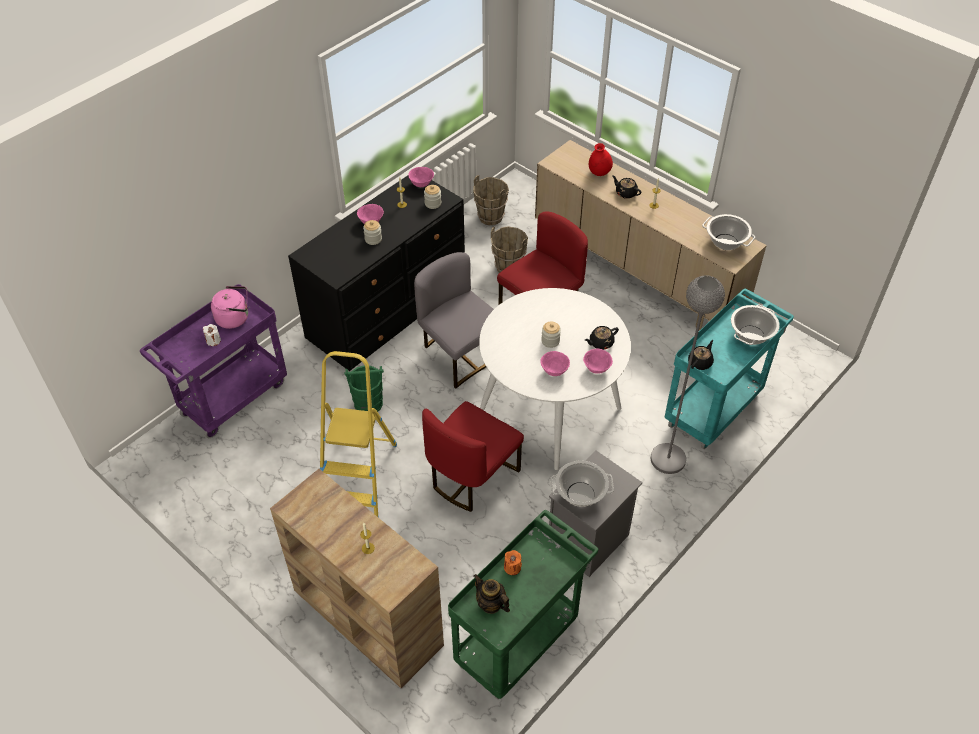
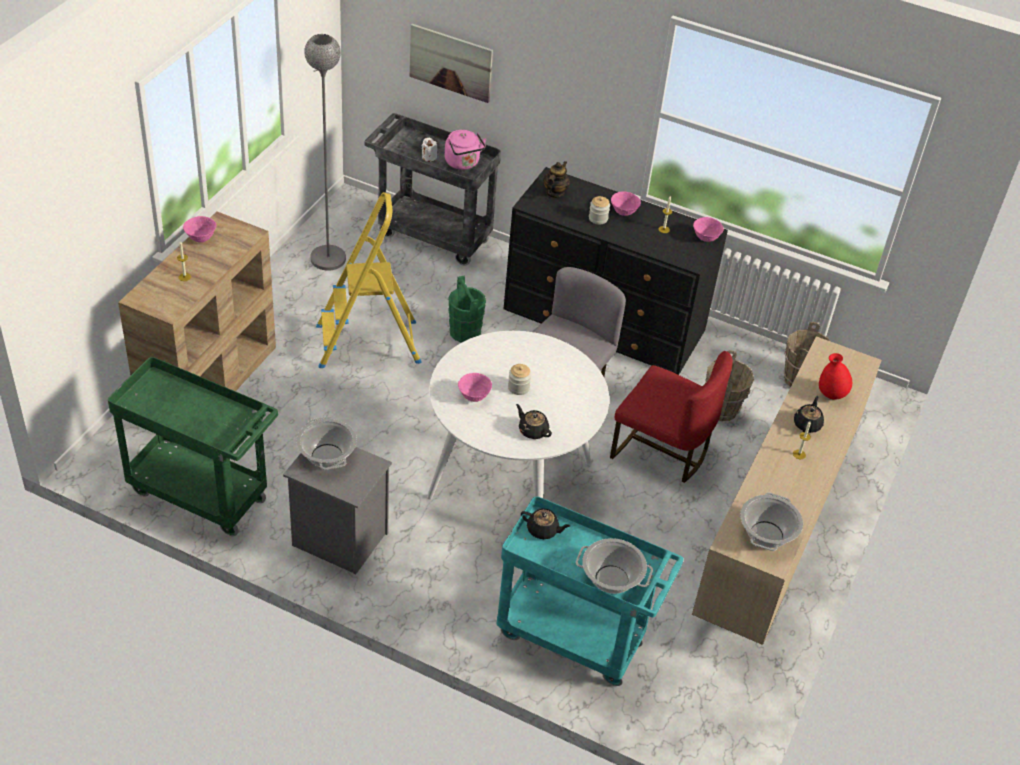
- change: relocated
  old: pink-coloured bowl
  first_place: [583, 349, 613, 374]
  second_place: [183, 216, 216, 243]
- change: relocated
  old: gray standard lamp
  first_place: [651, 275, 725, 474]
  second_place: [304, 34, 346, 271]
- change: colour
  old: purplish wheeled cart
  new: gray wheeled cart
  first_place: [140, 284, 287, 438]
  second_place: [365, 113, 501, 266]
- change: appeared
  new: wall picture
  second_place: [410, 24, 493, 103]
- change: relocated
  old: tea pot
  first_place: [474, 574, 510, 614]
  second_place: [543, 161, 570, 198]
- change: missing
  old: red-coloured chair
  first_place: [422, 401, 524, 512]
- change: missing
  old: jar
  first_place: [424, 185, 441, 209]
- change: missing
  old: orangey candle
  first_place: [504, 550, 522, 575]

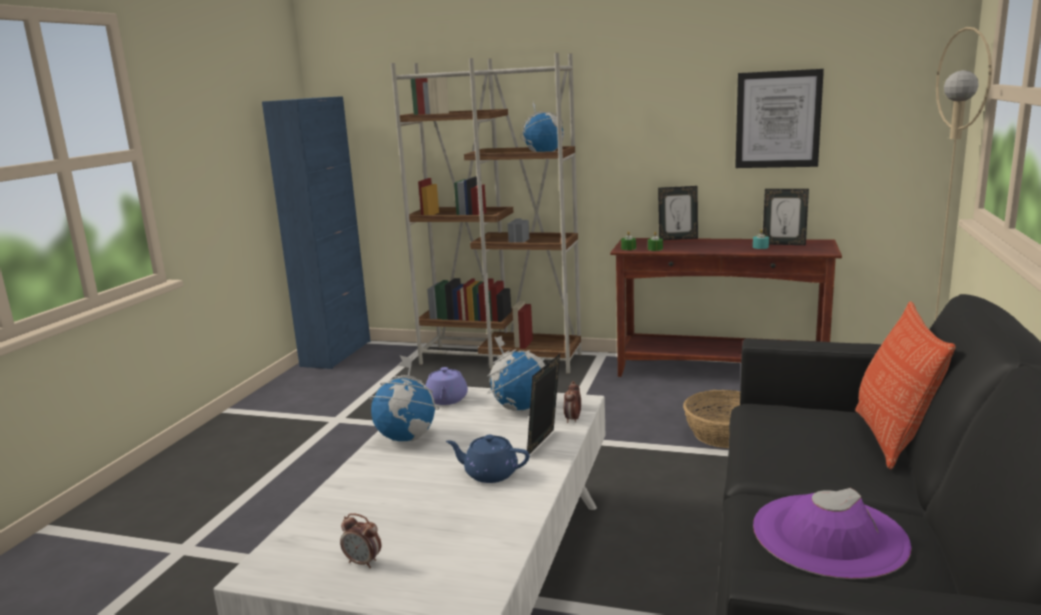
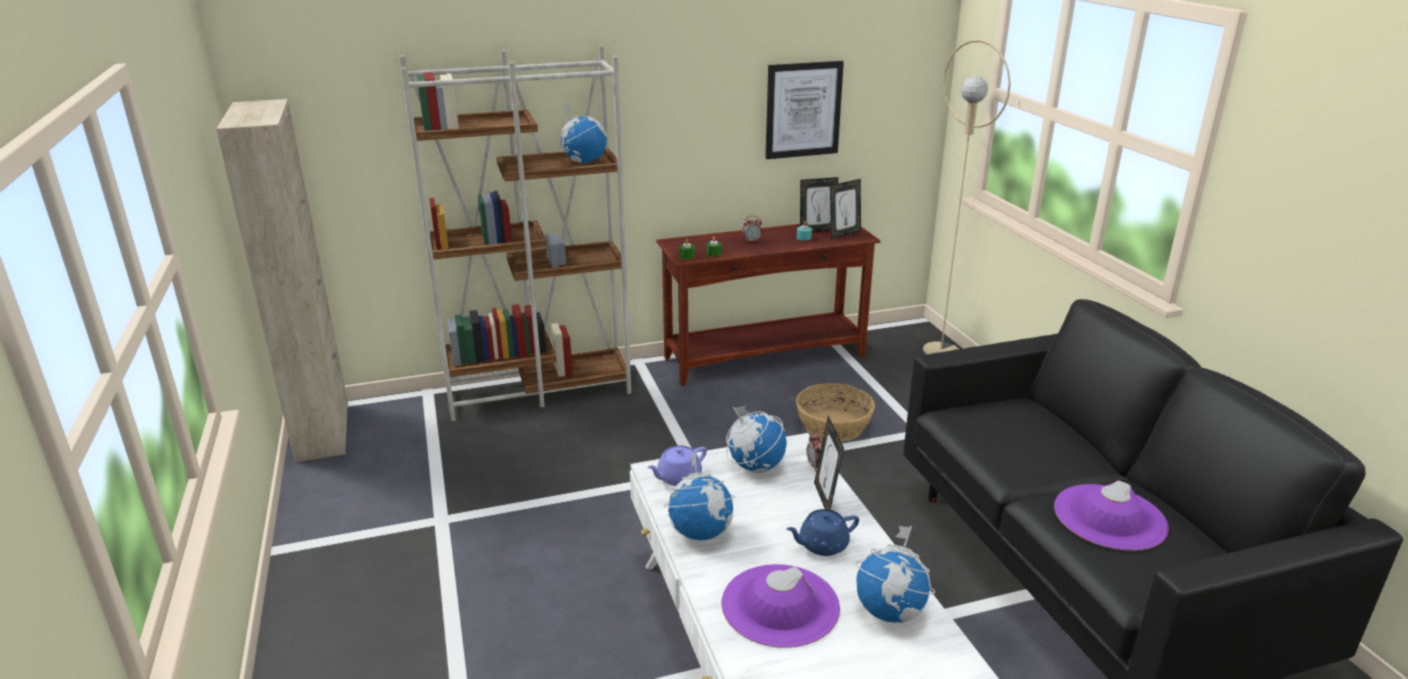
- change: colour
  old: bluish cabinet
  new: beige cabinet
  first_place: [262, 96, 371, 369]
  second_place: [216, 99, 348, 462]
- change: spun
  old: purplish tea pot
  first_place: [425, 367, 468, 405]
  second_place: [647, 445, 707, 486]
  degrees: 90
- change: appeared
  new: purplish hat
  second_place: [722, 564, 840, 648]
- change: relocated
  old: alarm clock
  first_place: [340, 513, 381, 568]
  second_place: [742, 216, 762, 243]
- change: relocated
  old: picture frame
  first_place: [658, 186, 698, 240]
  second_place: [830, 179, 861, 239]
- change: appeared
  new: globe
  second_place: [855, 526, 935, 623]
- change: missing
  old: orangey cushion
  first_place: [855, 301, 956, 469]

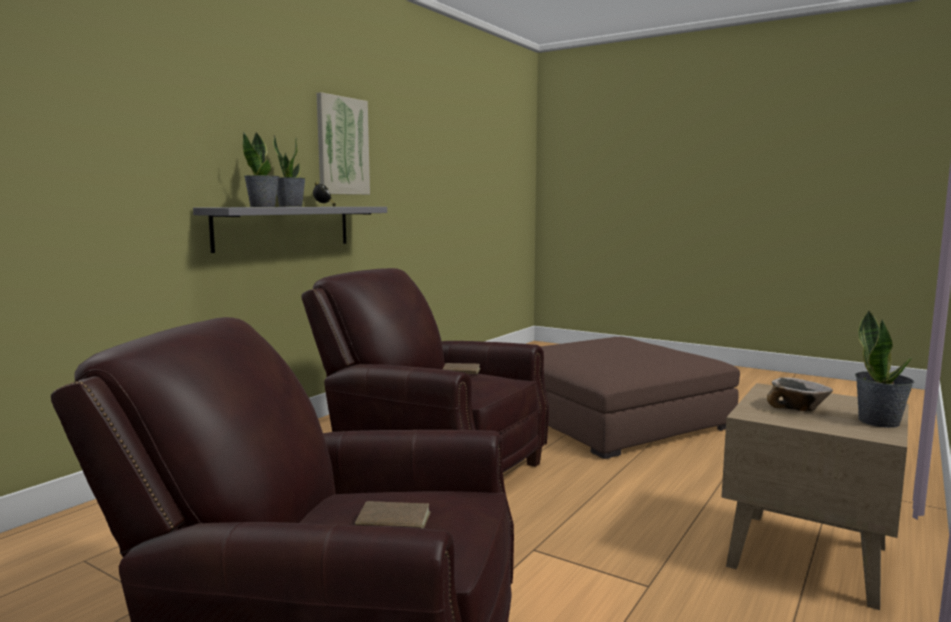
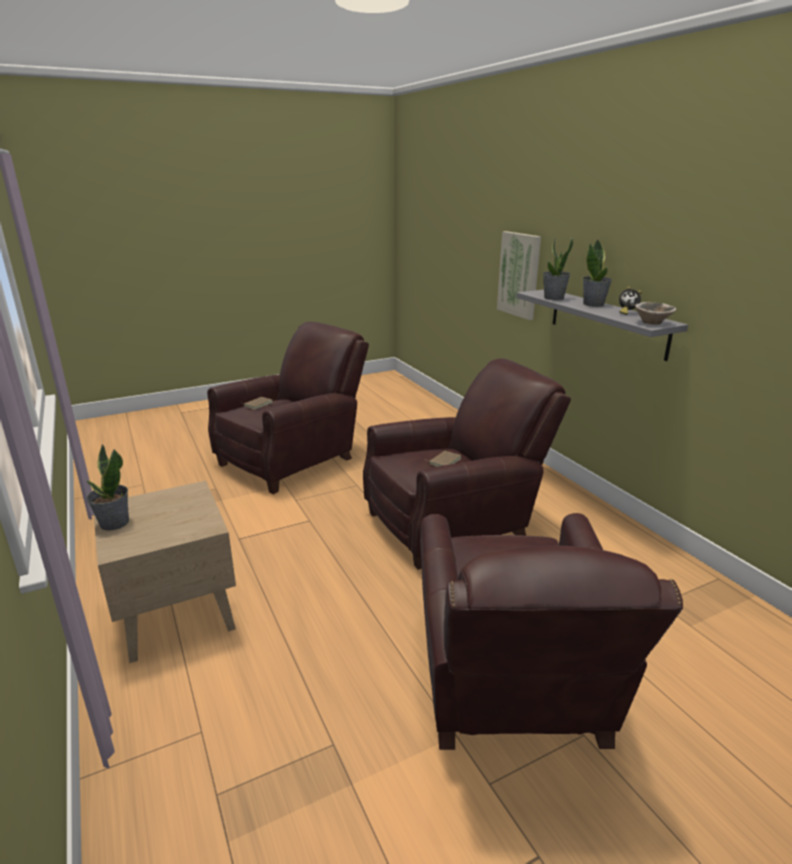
- change: exchanged
  old: brown-coloured footrest
  new: brown-coloured lounge chair
  first_place: [540, 337, 740, 459]
  second_place: [420, 513, 683, 750]
- change: relocated
  old: wall picture
  first_place: [317, 92, 370, 195]
  second_place: [497, 231, 541, 320]
- change: relocated
  old: bowl
  first_place: [767, 377, 833, 411]
  second_place: [635, 302, 676, 325]

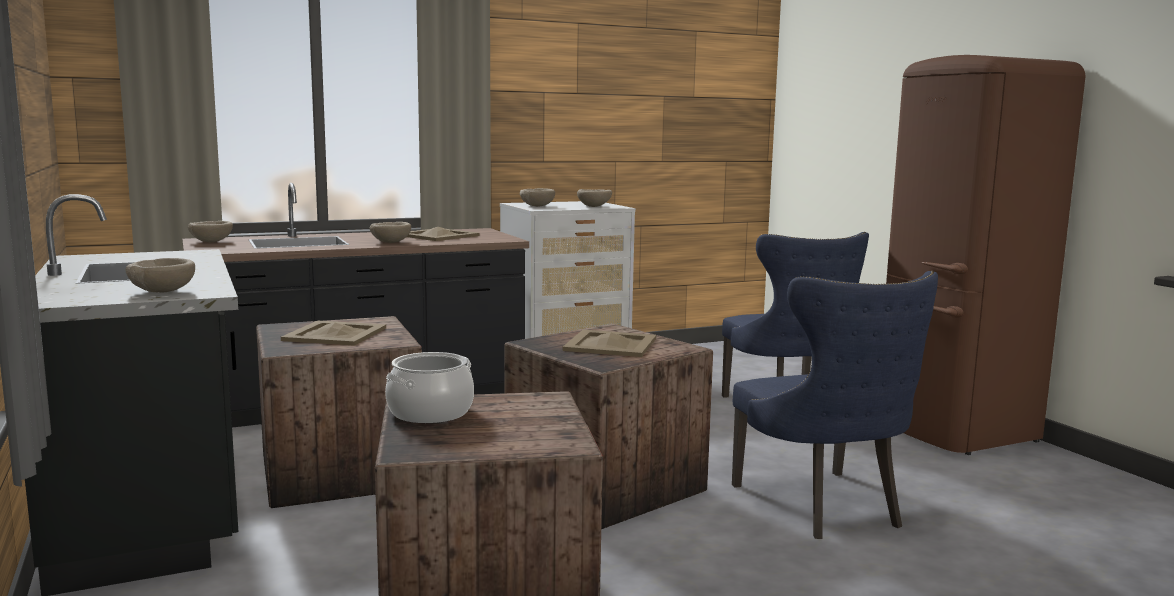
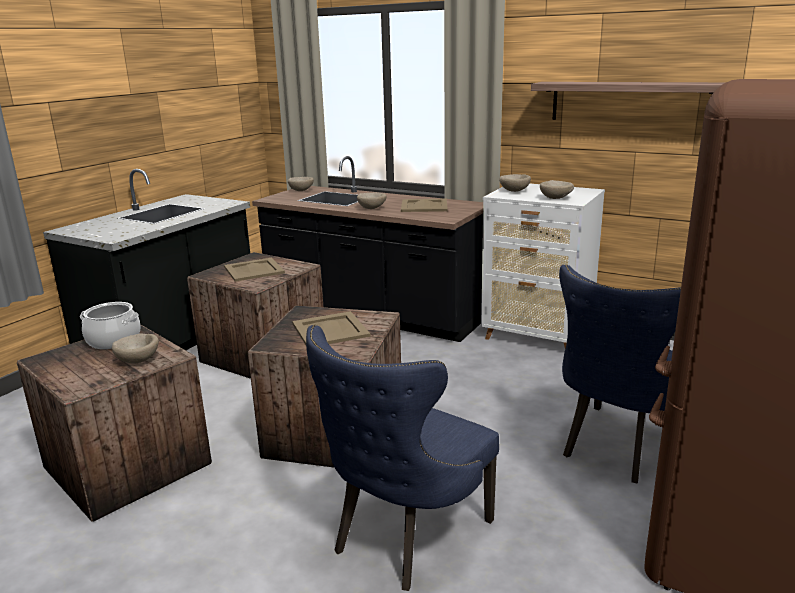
- change: relocated
  old: beige bowl
  first_place: [126, 258, 195, 293]
  second_place: [112, 333, 159, 364]
- change: appeared
  new: bracket shelf
  second_place: [531, 82, 726, 120]

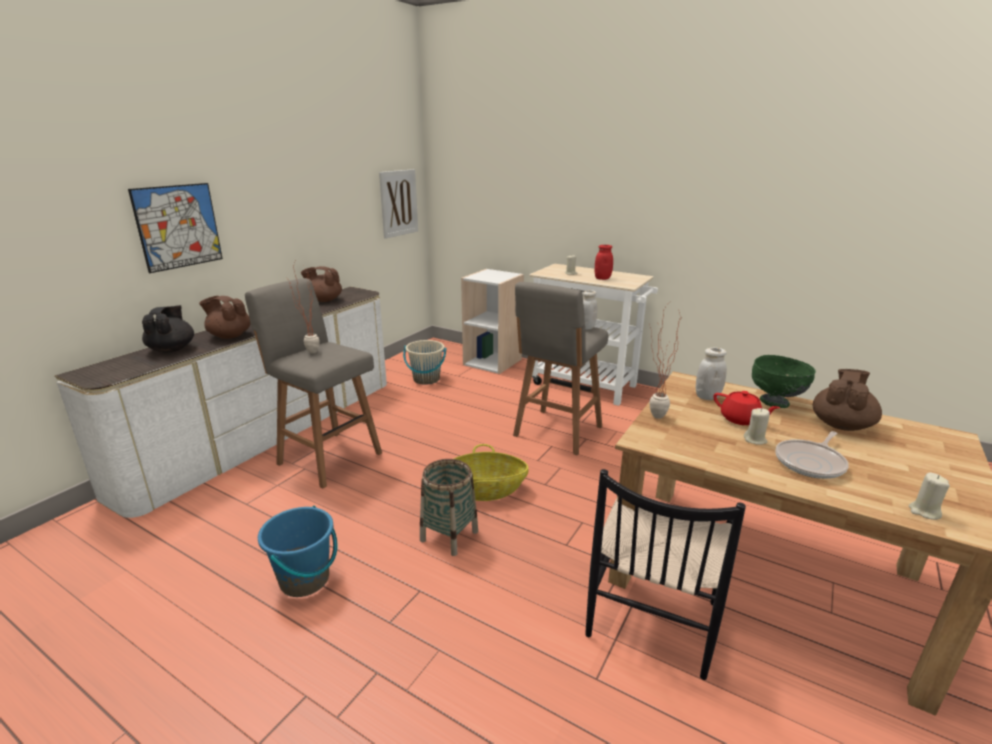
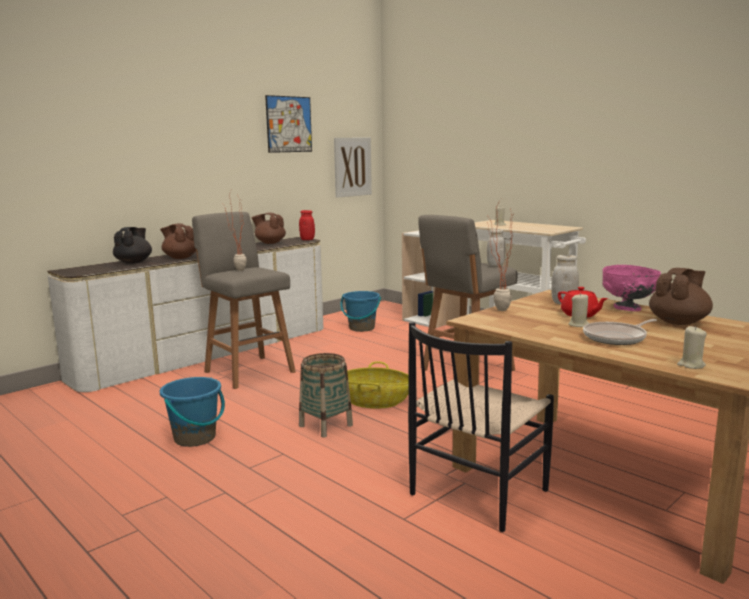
- change: relocated
  old: wall picture
  first_place: [128, 183, 223, 273]
  second_place: [265, 95, 312, 153]
- change: relocated
  old: red-coloured jar
  first_place: [595, 245, 613, 280]
  second_place: [299, 210, 315, 240]
- change: colour
  old: beige bucket
  new: bluish bucket
  first_place: [403, 340, 447, 385]
  second_place: [340, 291, 381, 332]
- change: colour
  old: green bowl
  new: pink-coloured bowl
  first_place: [752, 355, 816, 408]
  second_place: [603, 265, 661, 311]

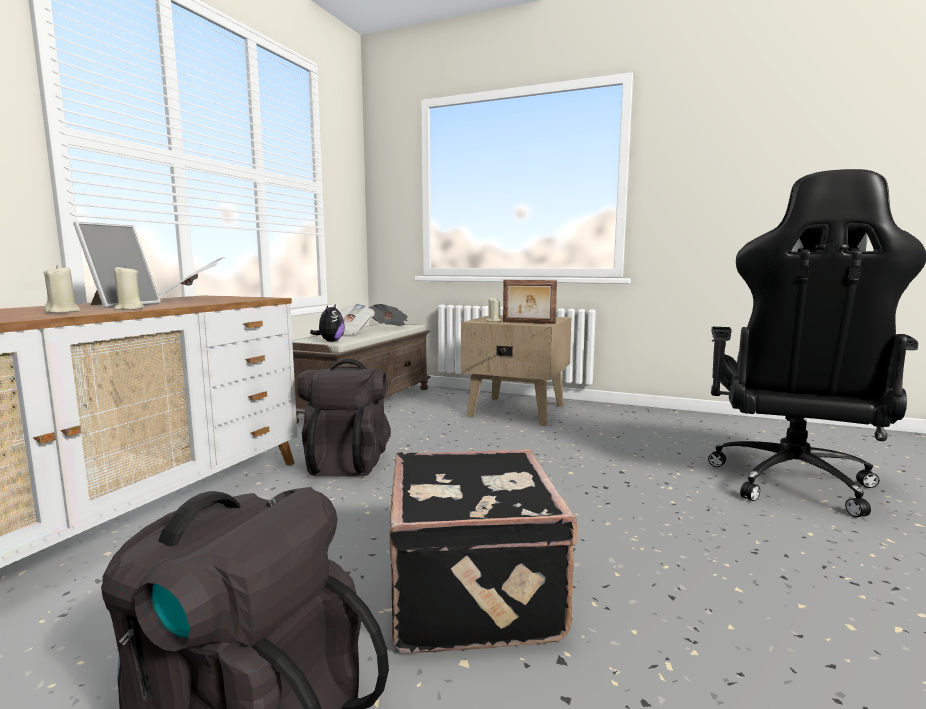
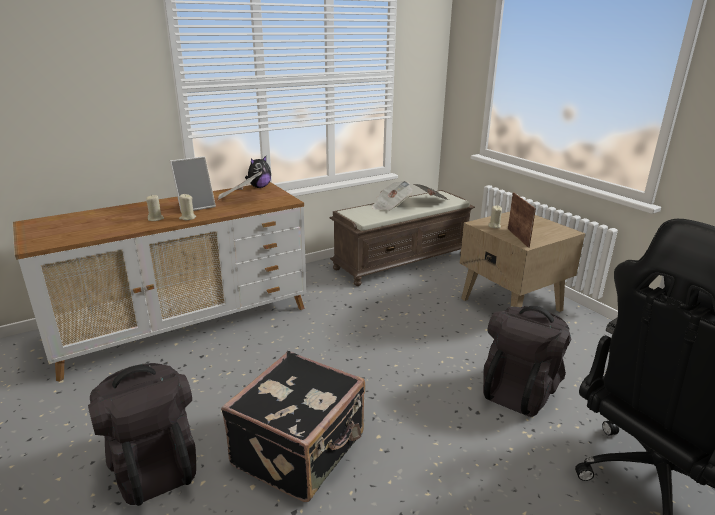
- change: relocated
  old: soft toy
  first_place: [310, 304, 345, 342]
  second_place: [245, 156, 271, 188]
- change: relocated
  old: black-coloured backpack
  first_place: [297, 359, 391, 477]
  second_place: [483, 306, 571, 417]
- change: spun
  old: picture frame
  first_place: [503, 280, 557, 324]
  second_place: [508, 192, 536, 248]
  degrees: -150

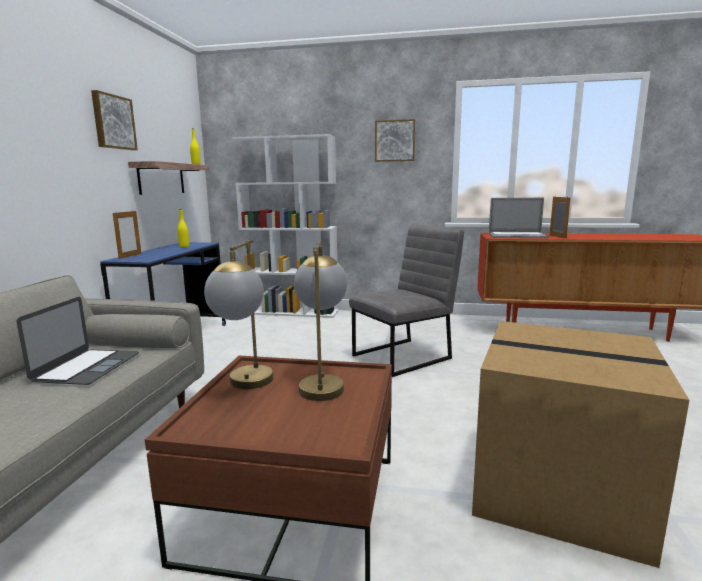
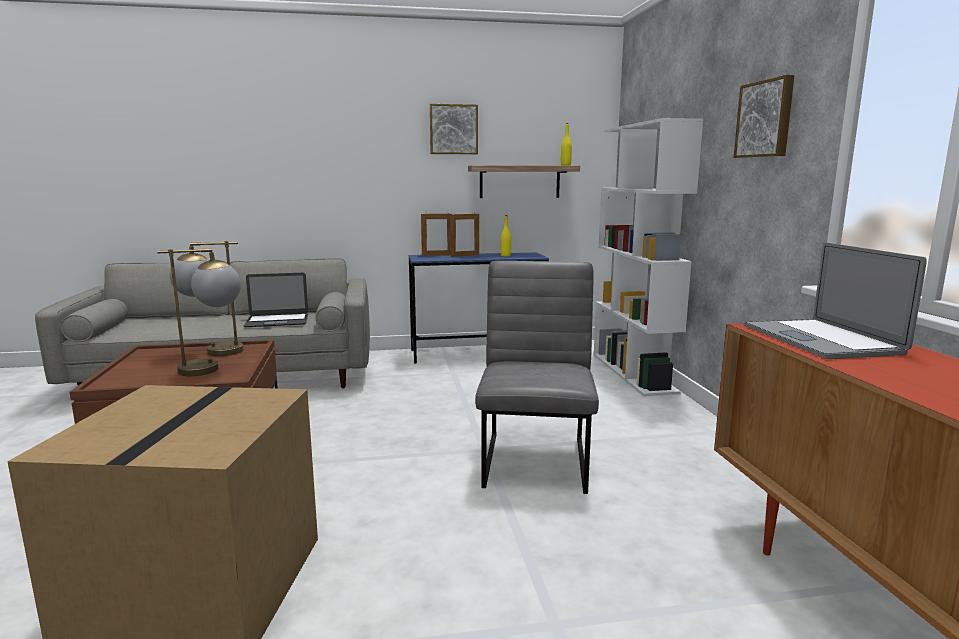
- change: relocated
  old: picture frame
  first_place: [550, 195, 571, 238]
  second_place: [450, 213, 479, 257]
- change: spun
  old: gray chair
  first_place: [349, 225, 464, 377]
  second_place: [475, 261, 599, 494]
  degrees: -120

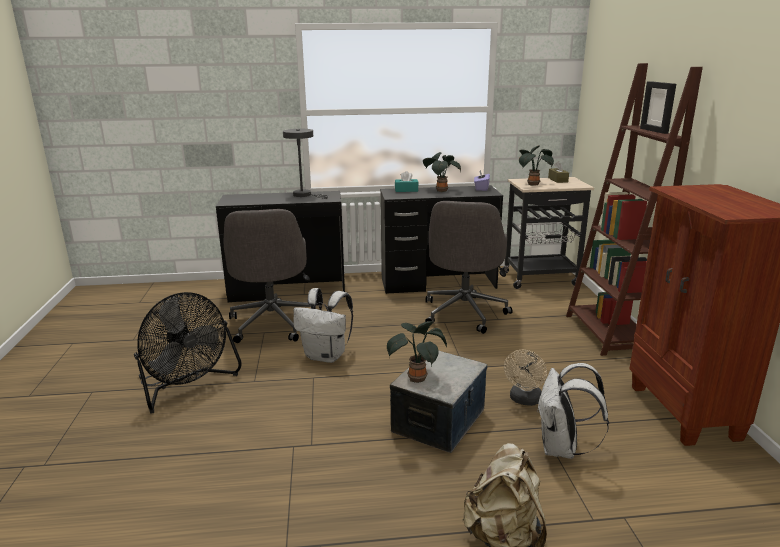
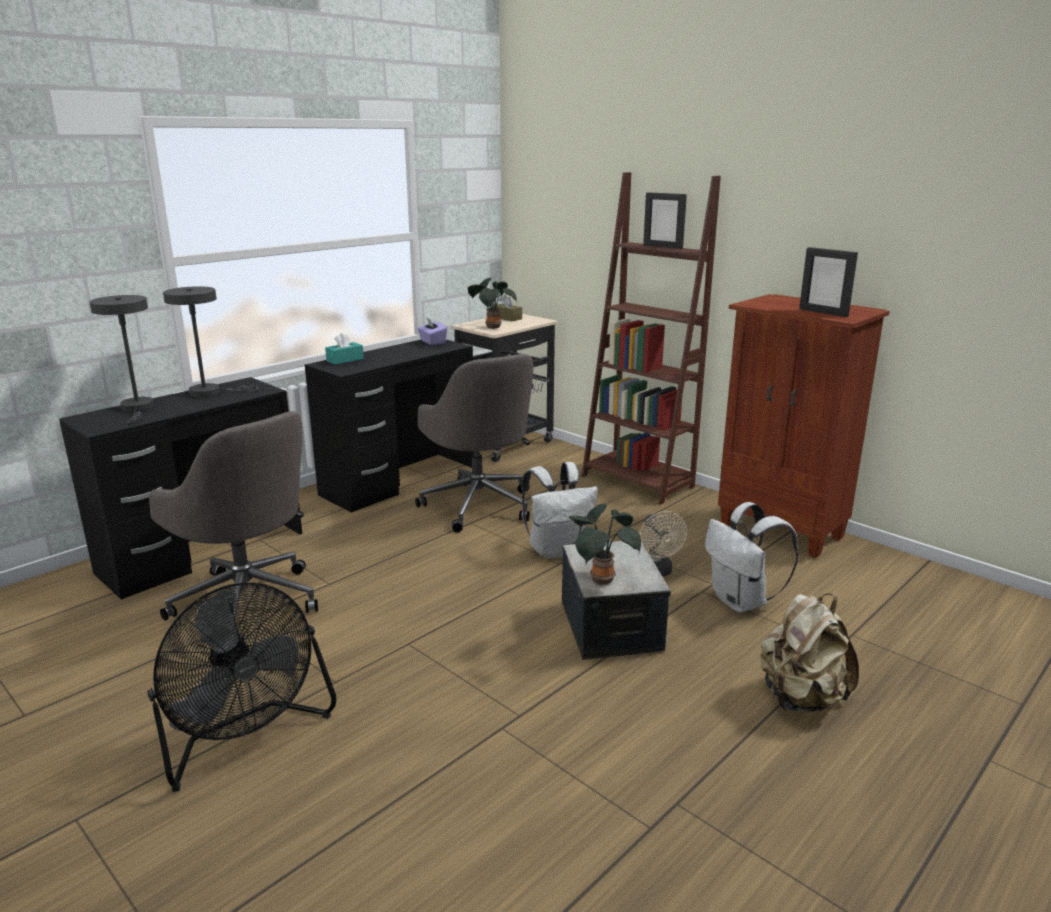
- change: appeared
  new: gray table lamp
  second_place: [89, 295, 154, 423]
- change: spun
  old: black-coloured cooling fan
  first_place: [134, 292, 241, 414]
  second_place: [147, 582, 336, 792]
  degrees: 45
- change: relocated
  old: whitish backpack
  first_place: [293, 288, 353, 363]
  second_place: [522, 462, 598, 559]
- change: appeared
  new: picture frame
  second_place: [799, 247, 858, 317]
- change: missing
  old: houseplant
  first_place: [423, 152, 461, 193]

